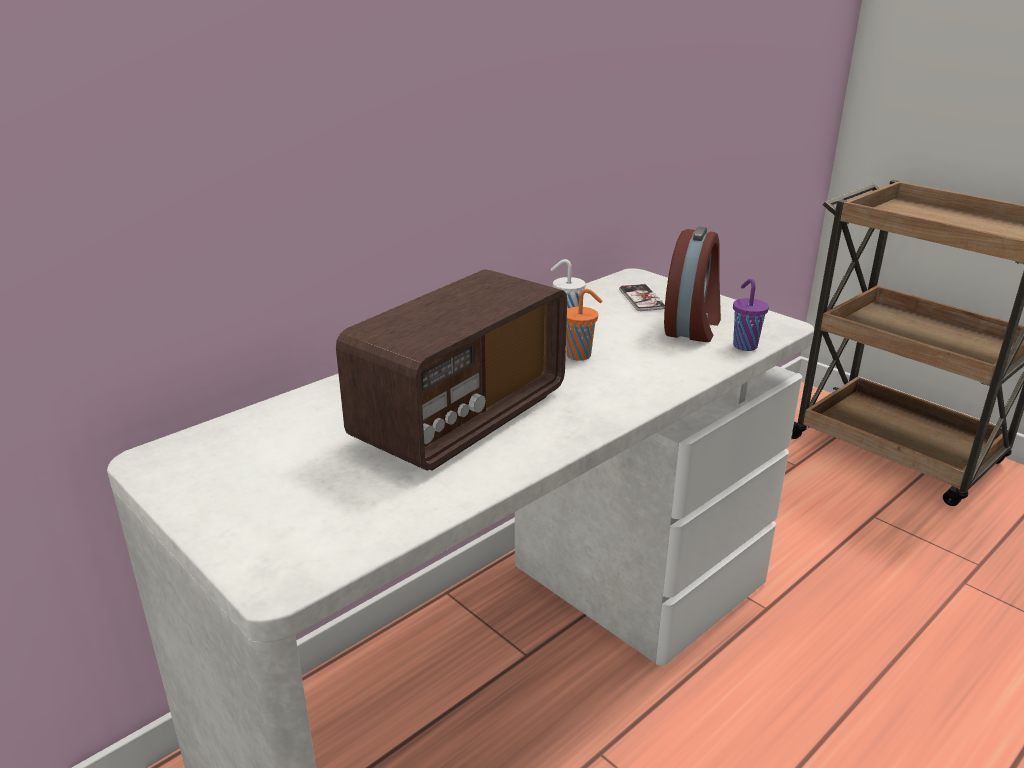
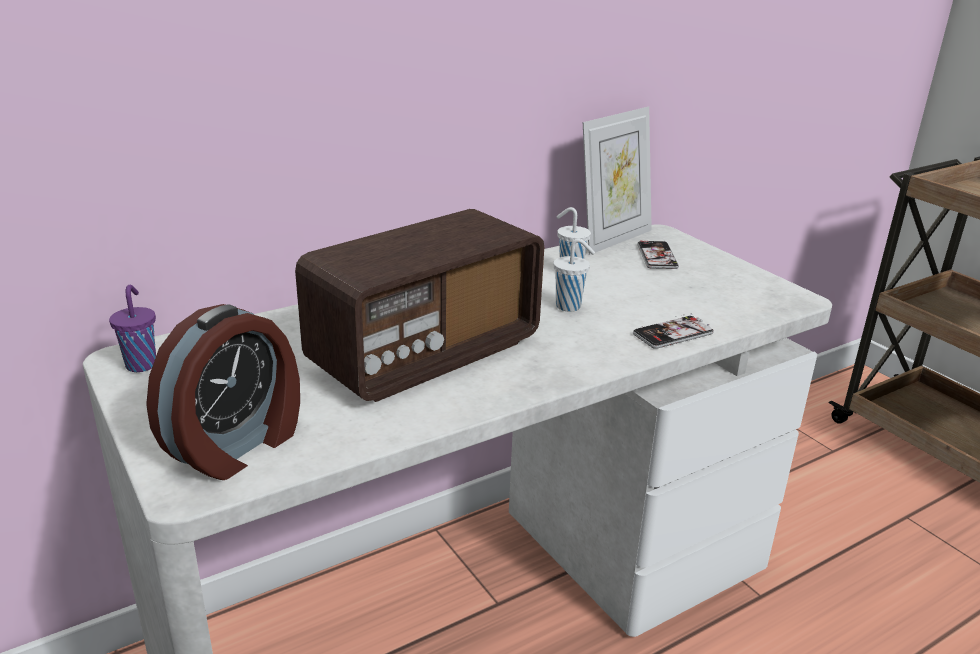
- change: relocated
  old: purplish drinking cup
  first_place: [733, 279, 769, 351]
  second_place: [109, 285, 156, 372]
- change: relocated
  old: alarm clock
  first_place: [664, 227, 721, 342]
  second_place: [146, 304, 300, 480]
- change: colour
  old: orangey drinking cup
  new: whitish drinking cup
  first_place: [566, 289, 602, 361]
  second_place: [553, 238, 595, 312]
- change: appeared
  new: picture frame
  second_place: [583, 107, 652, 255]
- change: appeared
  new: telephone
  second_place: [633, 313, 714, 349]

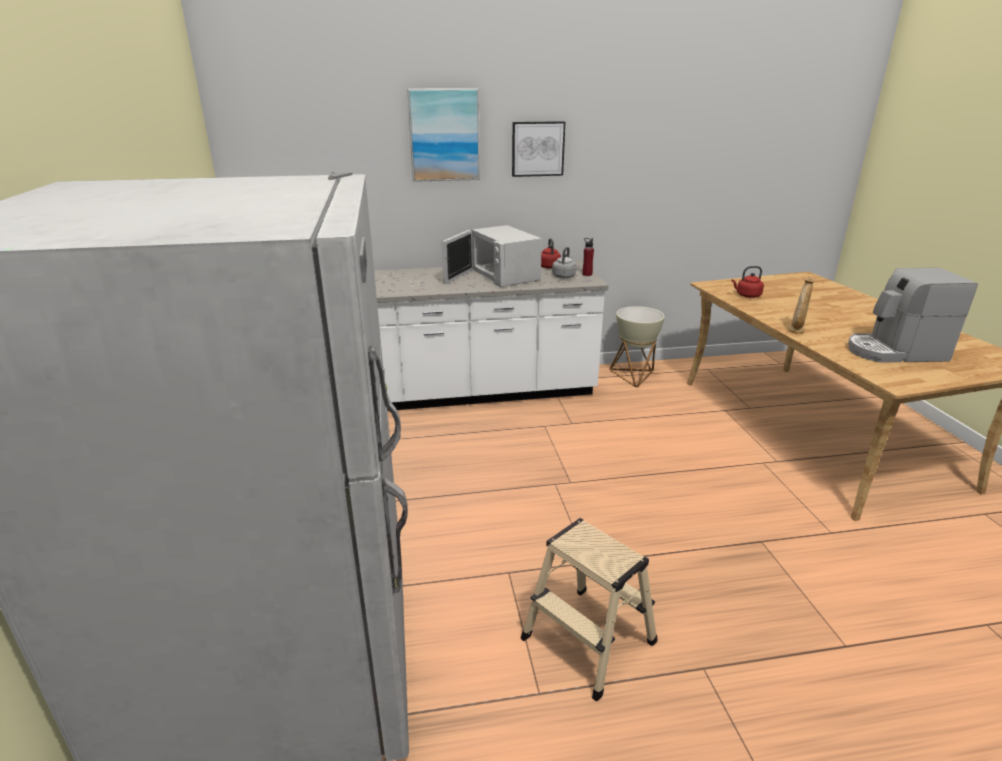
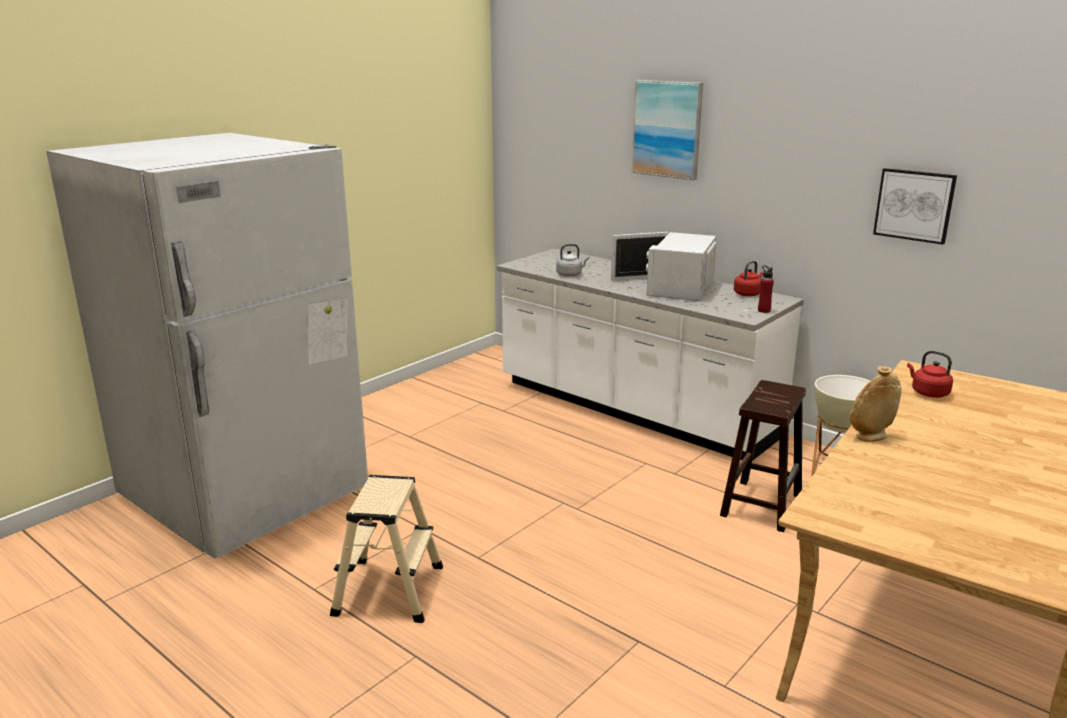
- change: relocated
  old: gray tea kettle
  first_place: [552, 247, 576, 278]
  second_place: [556, 244, 589, 277]
- change: appeared
  new: brown-coloured sitting stool
  second_place: [720, 380, 806, 532]
- change: relocated
  old: wall picture
  first_place: [512, 121, 565, 177]
  second_place: [873, 168, 957, 245]
- change: missing
  old: coffee brewer
  first_place: [848, 268, 978, 363]

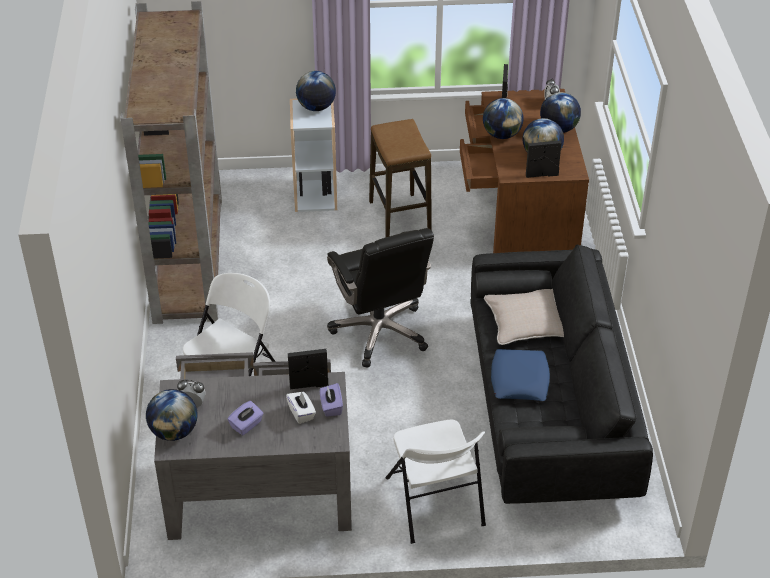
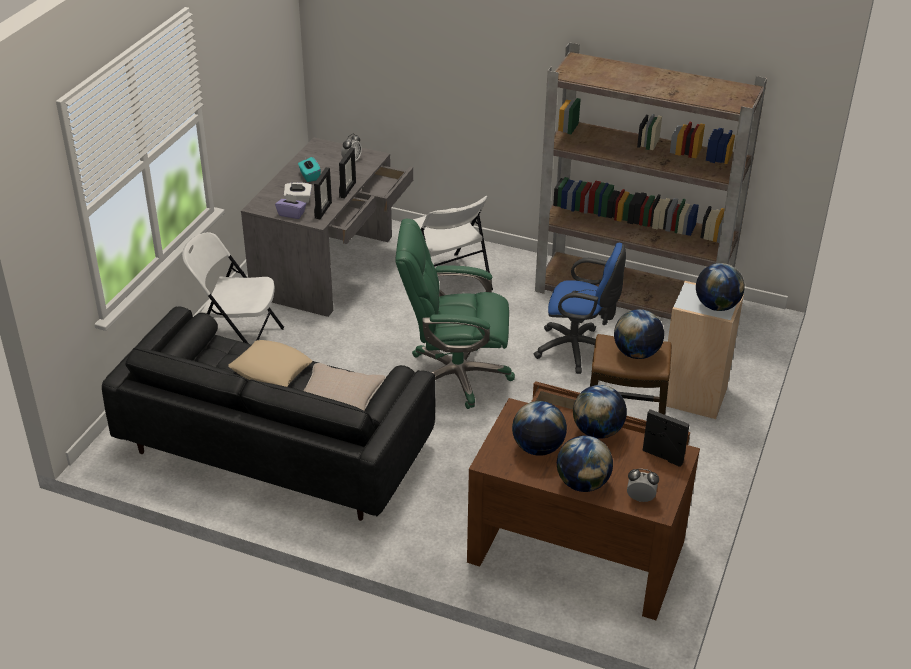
- change: colour
  old: bluish cushion
  new: beige cushion
  first_place: [491, 349, 550, 401]
  second_place: [228, 340, 312, 387]
- change: colour
  old: purplish tissue box
  new: blue-green tissue box
  first_place: [228, 401, 264, 435]
  second_place: [298, 157, 321, 182]
- change: relocated
  old: picture frame
  first_place: [526, 141, 561, 178]
  second_place: [339, 148, 356, 198]
- change: colour
  old: black-coloured computer chair
  new: green computer chair
  first_place: [327, 228, 434, 368]
  second_place: [395, 219, 515, 409]
- change: appeared
  new: bluish computer chair
  second_place: [534, 243, 626, 374]
- change: relocated
  old: globe
  first_place: [146, 389, 197, 441]
  second_place: [614, 309, 664, 359]

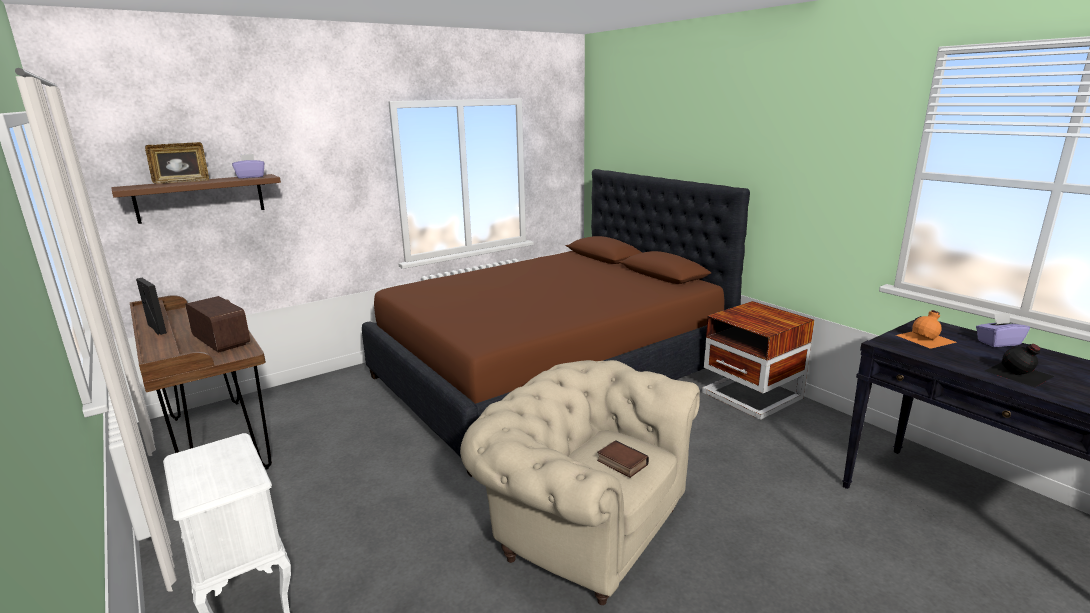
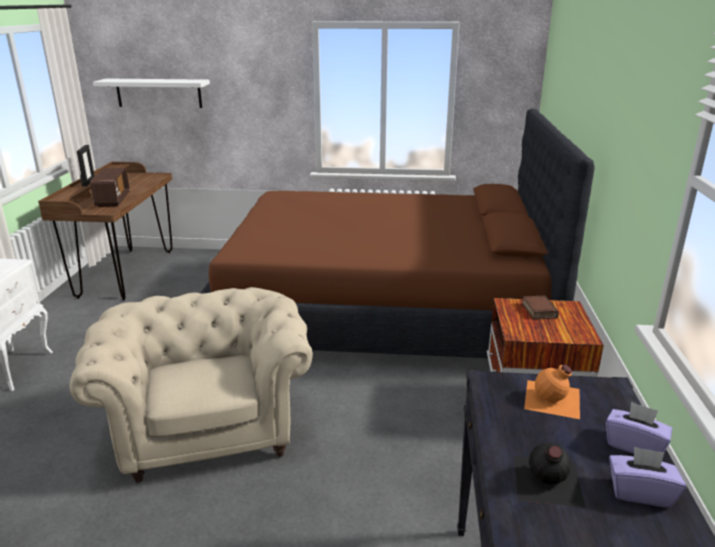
- change: colour
  old: brown-coloured bracket shelf
  new: whitish bracket shelf
  first_place: [111, 174, 281, 224]
  second_place: [93, 78, 210, 108]
- change: relocated
  old: book
  first_place: [597, 440, 649, 478]
  second_place: [522, 295, 559, 320]
- change: relocated
  old: purplish tissue box
  first_place: [232, 154, 264, 179]
  second_place: [609, 447, 686, 508]
- change: missing
  old: picture frame
  first_place: [145, 142, 209, 184]

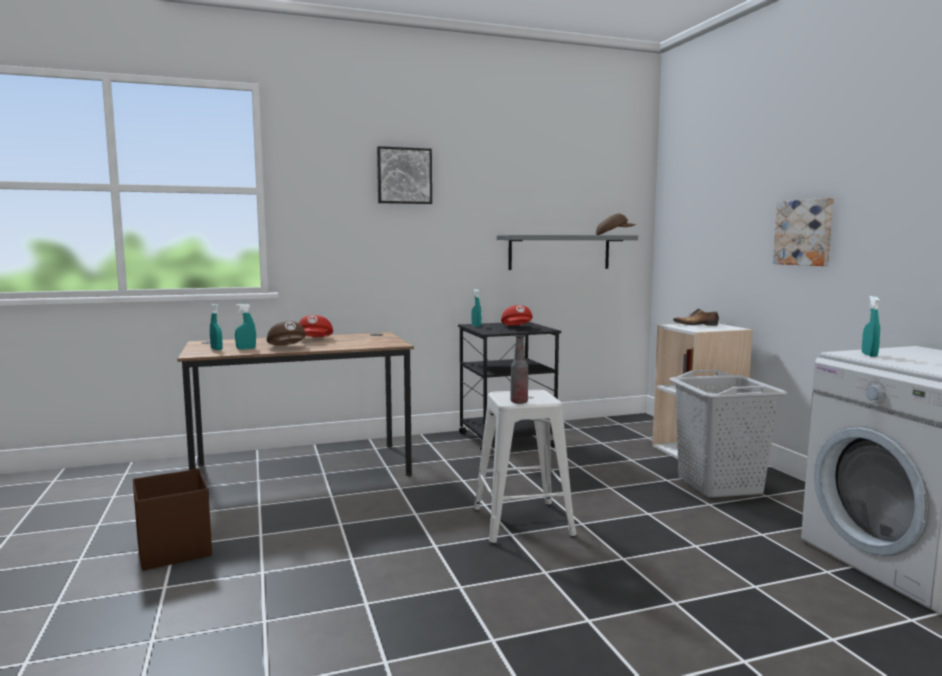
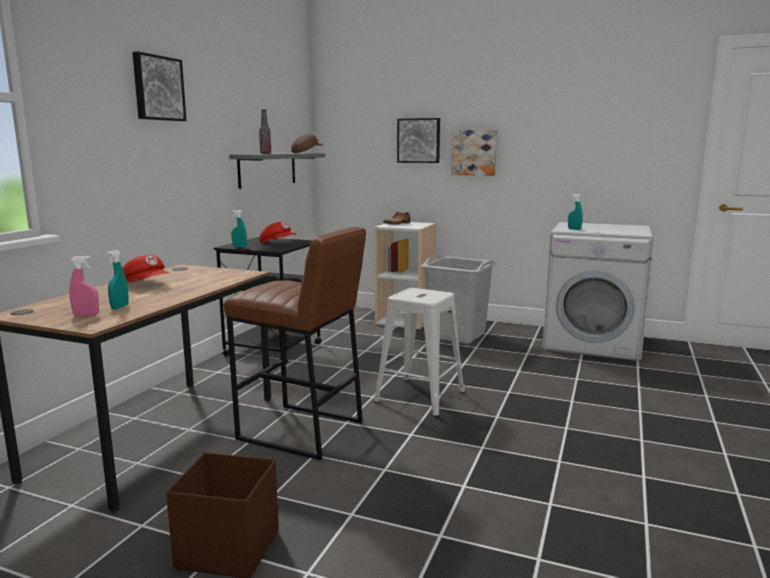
- change: colour
  old: blue-green hand sprayer
  new: pink-coloured hand sprayer
  first_place: [210, 304, 223, 350]
  second_place: [69, 256, 99, 316]
- change: appeared
  new: brown-coloured sitting stool
  second_place: [224, 227, 366, 460]
- change: relocated
  old: beverage bottle
  first_place: [510, 335, 528, 404]
  second_place: [259, 109, 271, 154]
- change: appeared
  new: wall picture
  second_place: [397, 118, 440, 163]
- change: missing
  old: brown-coloured peaked cap
  first_place: [267, 321, 306, 346]

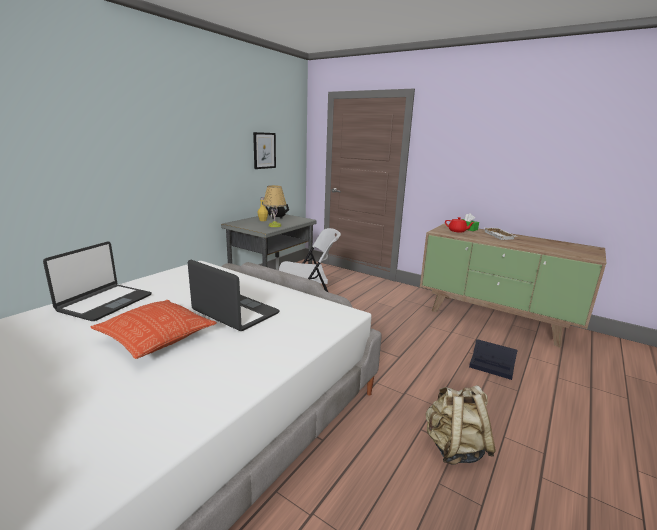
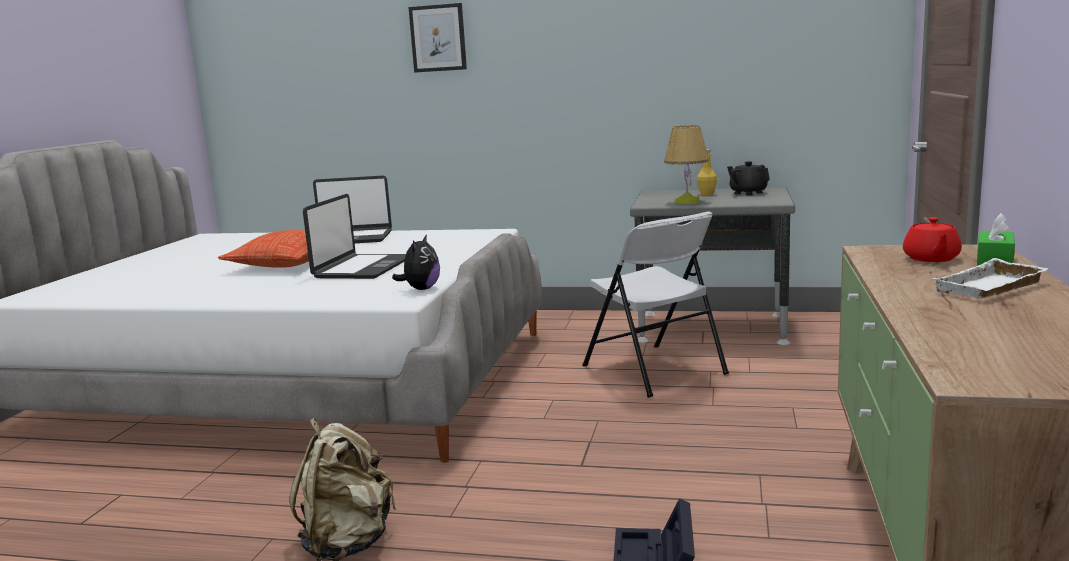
- change: appeared
  new: soft toy
  second_place: [392, 234, 440, 290]
- change: relocated
  old: wall picture
  first_place: [253, 132, 276, 169]
  second_place: [408, 3, 467, 73]

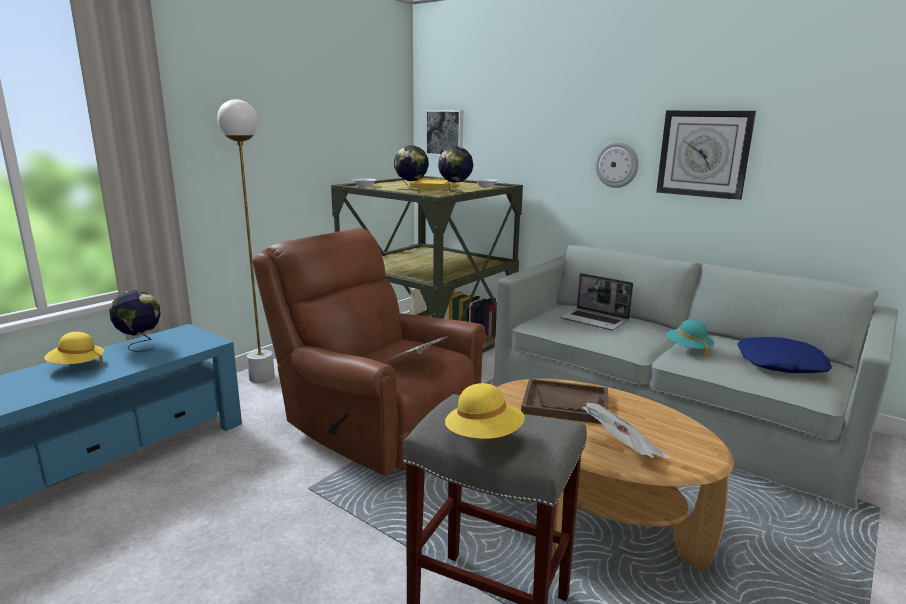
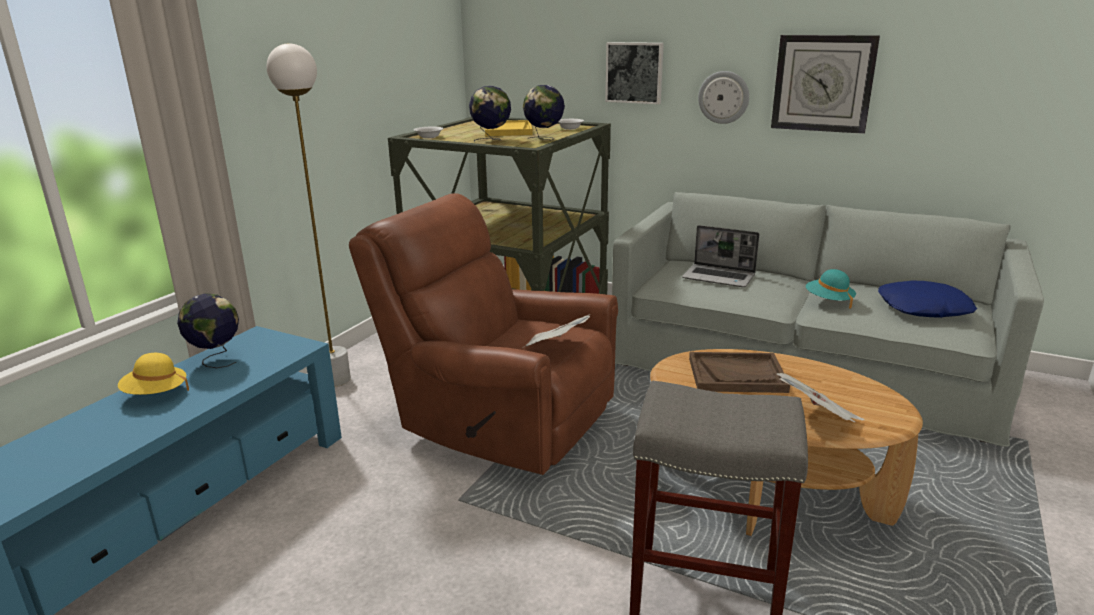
- change: relocated
  old: wall picture
  first_place: [425, 110, 463, 156]
  second_place: [605, 42, 664, 104]
- change: missing
  old: yellow-coloured hat
  first_place: [445, 383, 525, 439]

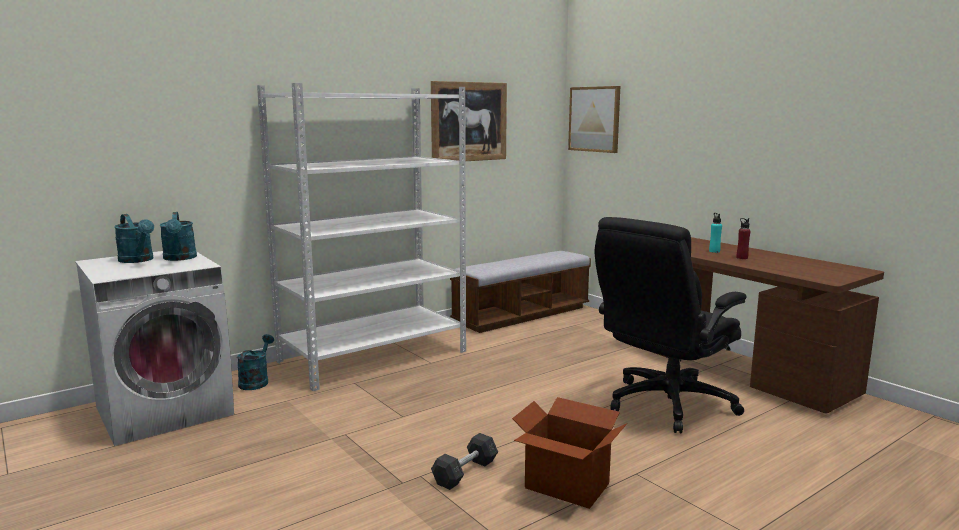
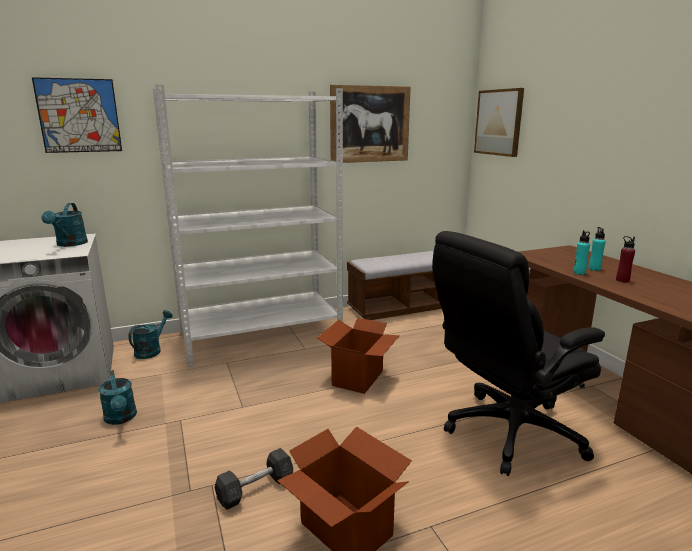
- change: appeared
  new: wall picture
  second_place: [32, 77, 122, 153]
- change: relocated
  old: blue-green sprinkling can
  first_place: [114, 214, 154, 263]
  second_place: [98, 370, 137, 425]
- change: appeared
  new: cardboard box
  second_place: [317, 318, 400, 394]
- change: appeared
  new: blue-green beverage bottle
  second_place: [573, 230, 590, 275]

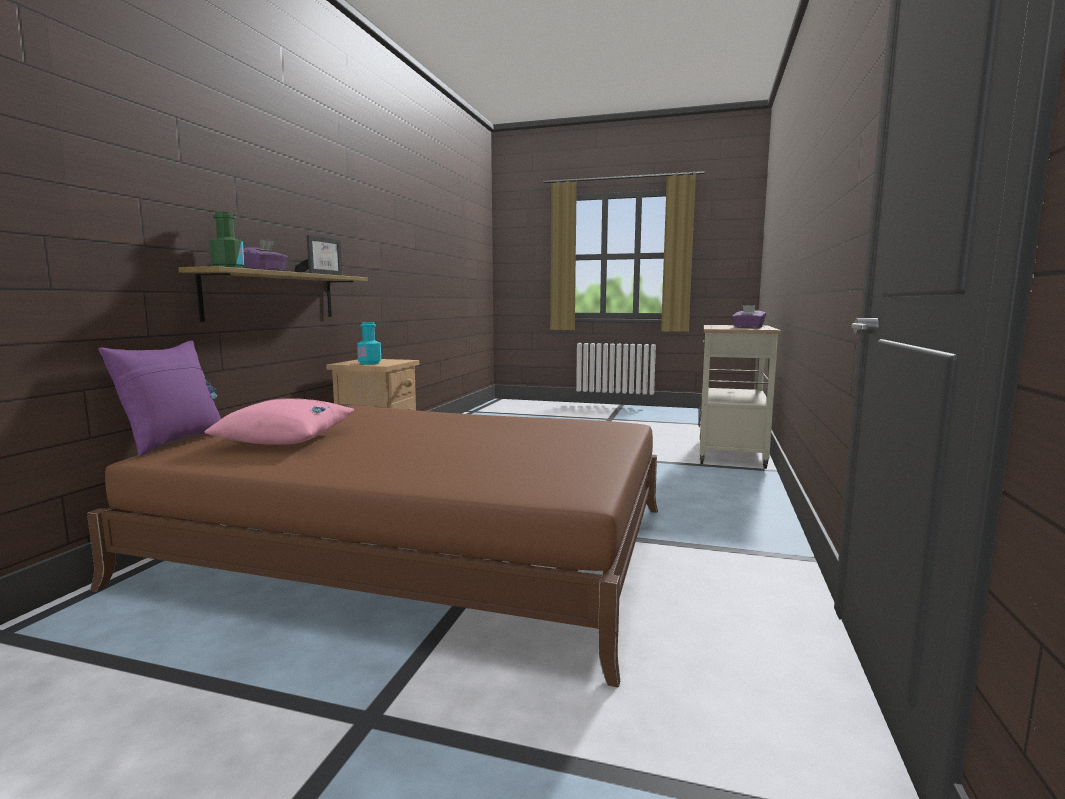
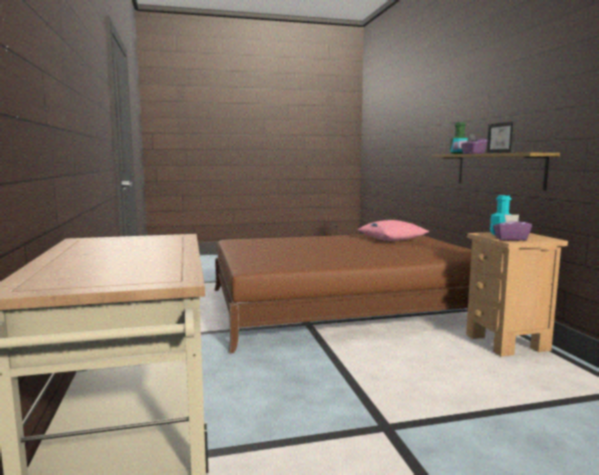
- change: relocated
  old: purplish tissue box
  first_place: [732, 305, 766, 328]
  second_place: [493, 214, 532, 241]
- change: missing
  old: purplish cushion
  first_place: [98, 340, 221, 456]

